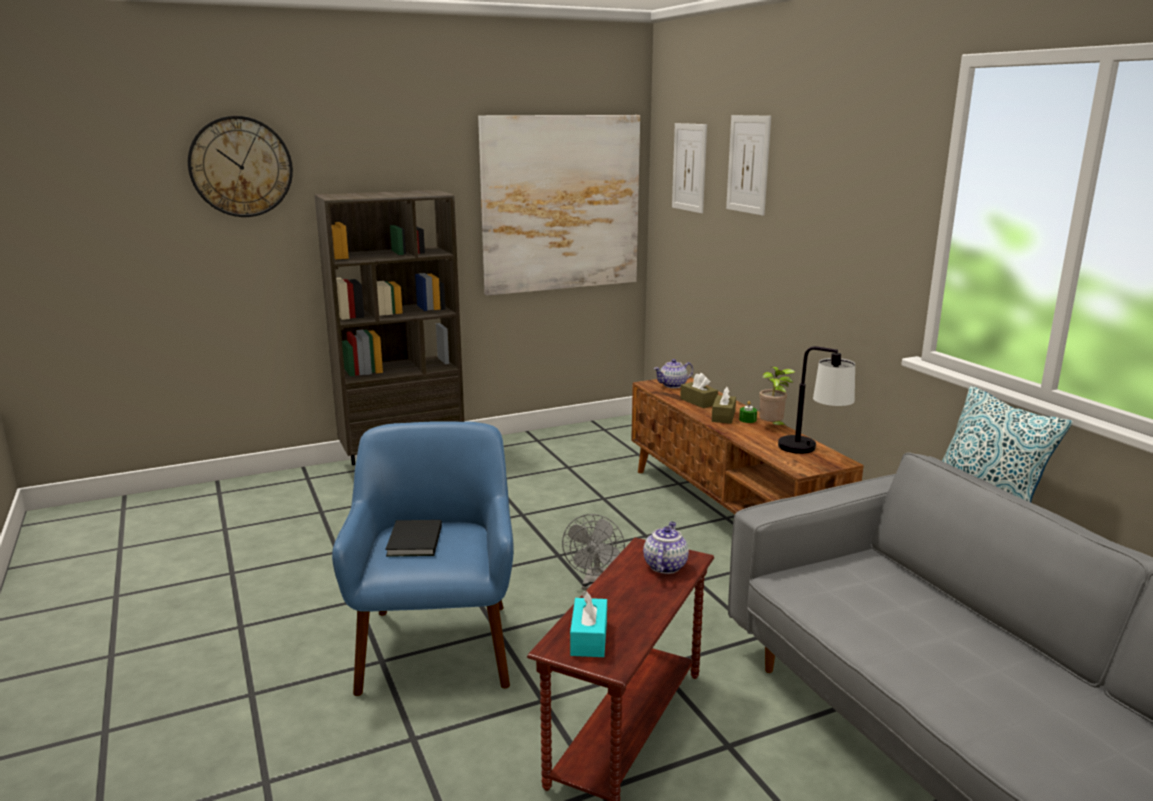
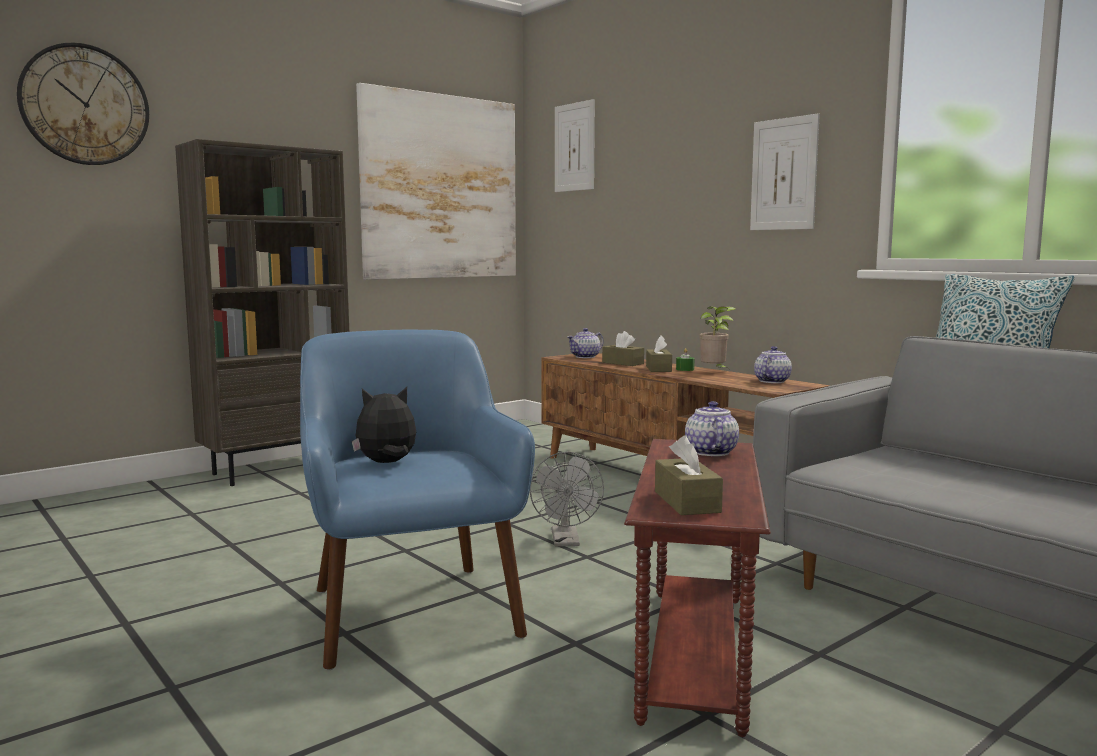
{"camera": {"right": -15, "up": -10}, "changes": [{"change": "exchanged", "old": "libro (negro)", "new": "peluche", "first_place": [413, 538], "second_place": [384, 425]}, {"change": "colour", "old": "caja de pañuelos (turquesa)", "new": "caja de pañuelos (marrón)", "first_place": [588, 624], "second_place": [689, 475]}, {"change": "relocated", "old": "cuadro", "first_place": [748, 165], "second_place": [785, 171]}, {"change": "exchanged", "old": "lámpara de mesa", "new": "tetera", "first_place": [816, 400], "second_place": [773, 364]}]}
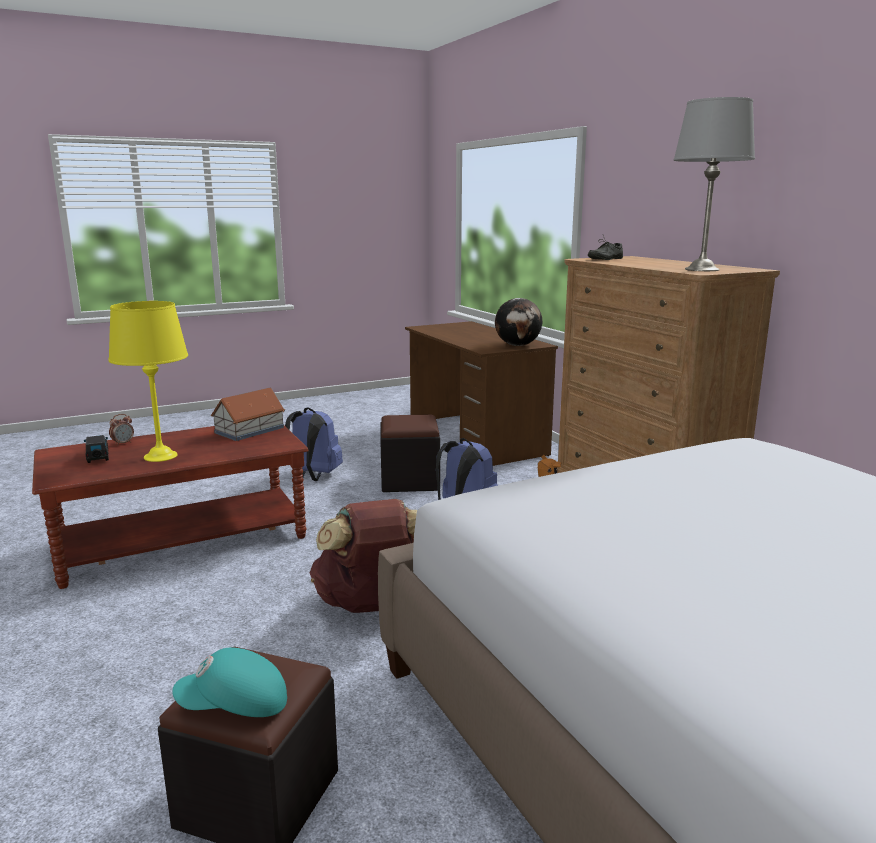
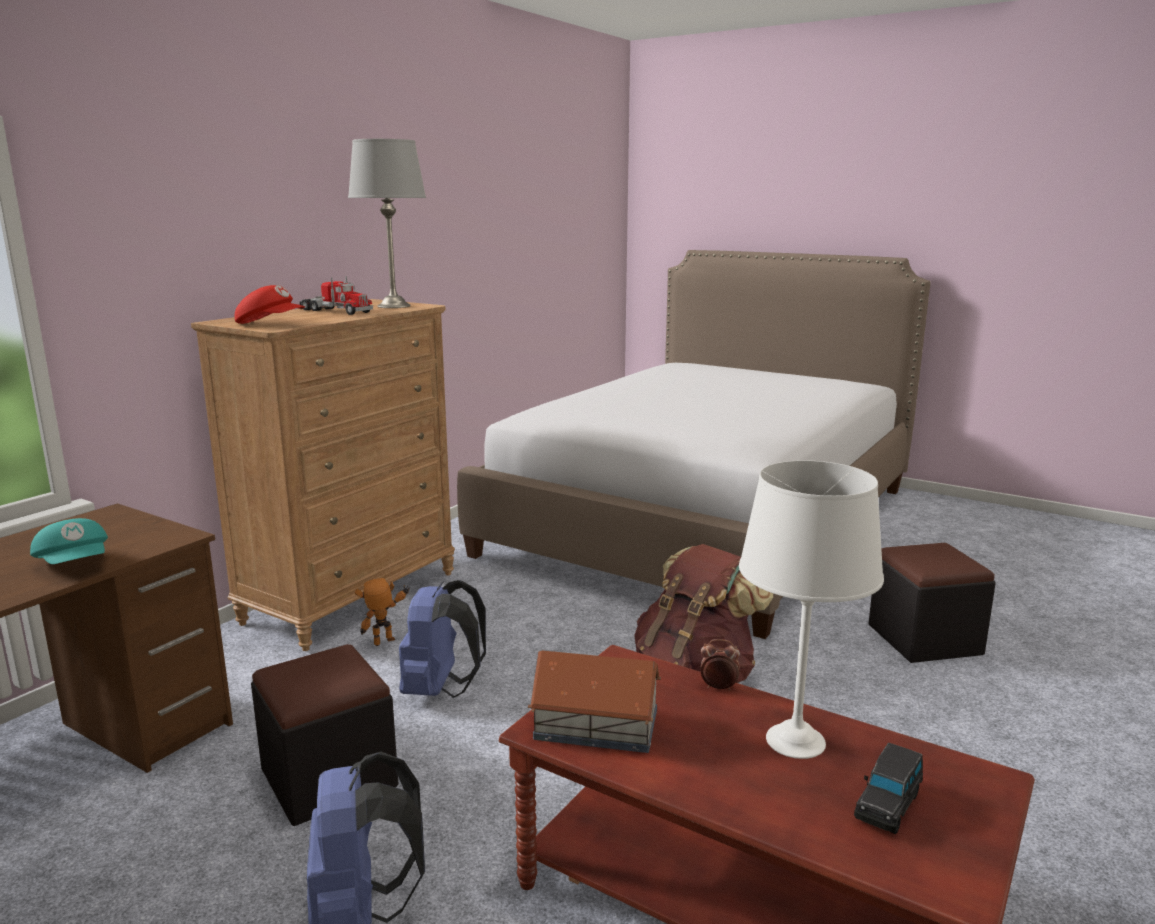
{"camera": {"right": -120, "up": 0}, "changes": [{"change": "colour", "old": "lámpara de mesa (amarillo)", "new": "lámpara de mesa (blanco)", "first_place": [148, 381], "second_place": [811, 609]}, {"change": "relocated", "old": "despertador", "first_place": [121, 430], "second_place": [720, 665]}, {"change": "relocated", "old": "gorra (turquesa)", "first_place": [229, 682], "second_place": [69, 541]}, {"change": "missing", "old": "globo terráqueo", "first_place": [519, 322]}, {"change": "exchanged", "old": "zapato (gris)", "new": "gorra (rojo)", "first_place": [605, 247], "second_place": [270, 304]}, {"change": "appeared", "new": "camión de juguete", "second_place": [336, 295]}]}
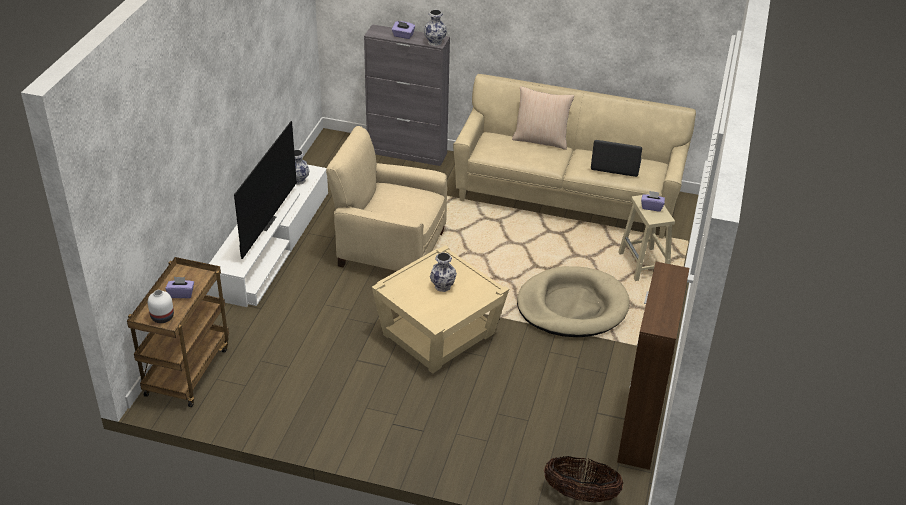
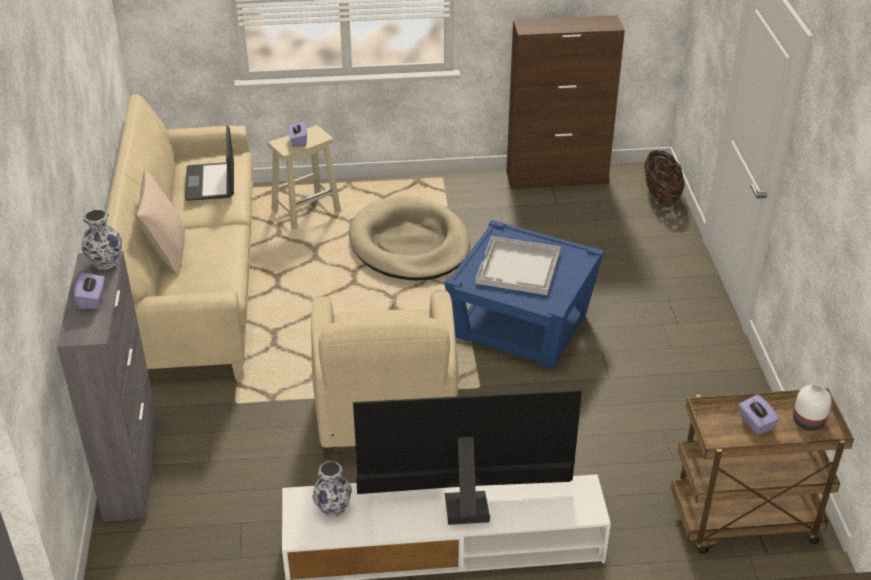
{"camera": {"right": -110, "up": 0}, "changes": [{"change": "colour", "old": "mesa auxiliar (beis)", "new": "mesa auxiliar (azul)", "first_place": [440, 309], "second_place": [524, 294]}, {"change": "exchanged", "old": "florero", "new": "bandeja (blanco)", "first_place": [443, 272], "second_place": [518, 265]}]}
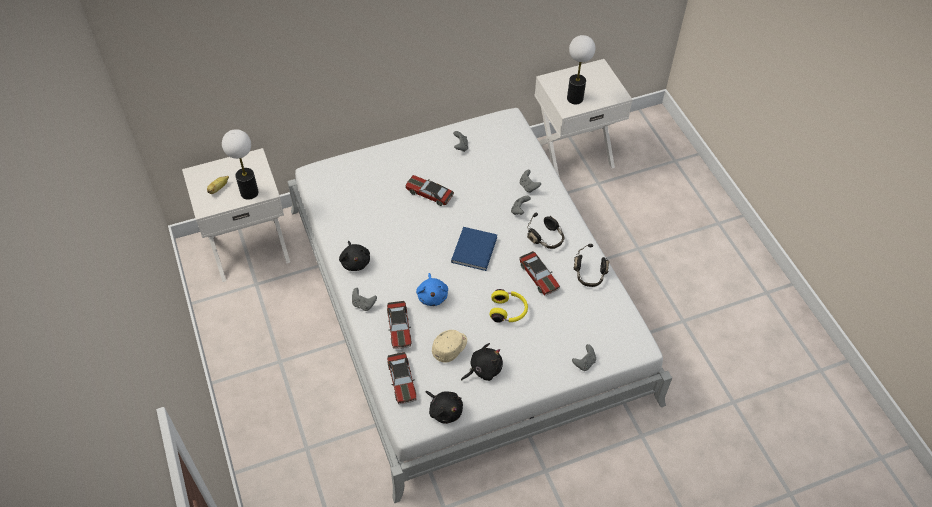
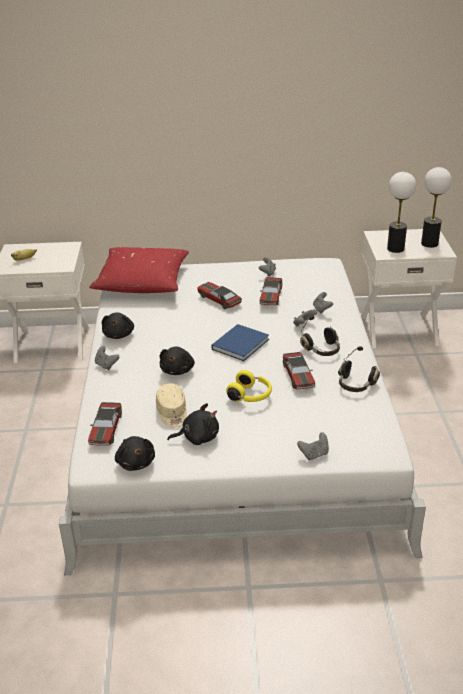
{"camera": {"right": 20, "up": -20}, "changes": [{"change": "relocated", "old": "lámpara de mesa", "first_place": [240, 164], "second_place": [436, 207]}, {"change": "relocated", "old": "coche de juguete", "first_place": [399, 325], "second_place": [271, 291]}, {"change": "colour", "old": "peluche (azul)", "new": "peluche (negro)", "first_place": [432, 289], "second_place": [177, 361]}, {"change": "spun", "old": "gorra (beis)", "first_place": [449, 346], "second_place": [171, 405], "degrees": 105}, {"change": "appeared", "new": "cojín (rojo)", "second_place": [139, 270]}]}
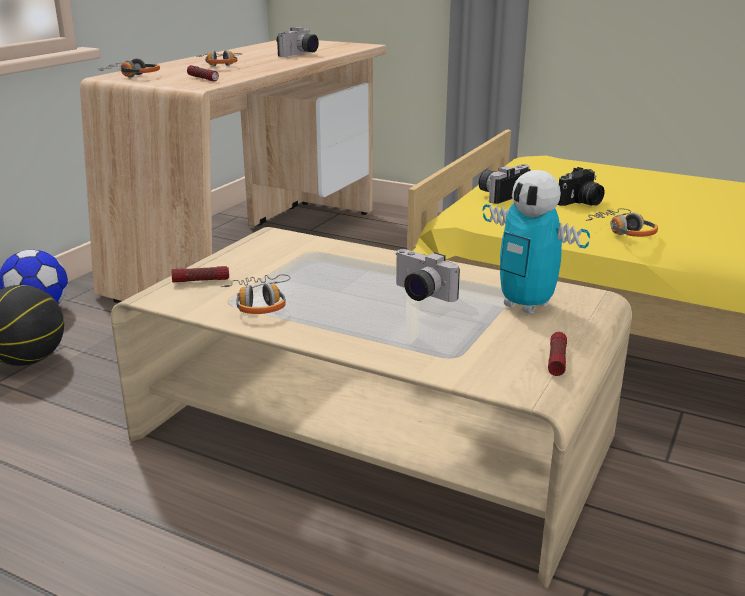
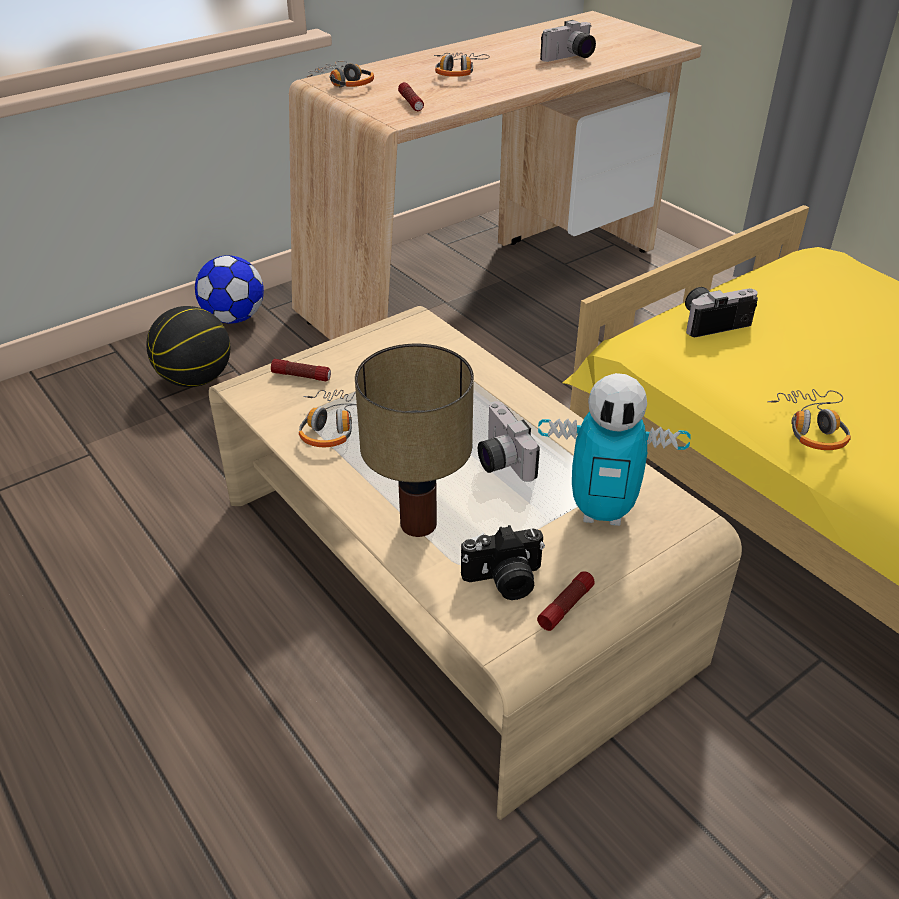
{"camera": {"right": 25, "up": 15}, "changes": [{"change": "spun", "old": "robot de juguete", "first_place": [536, 242], "second_place": [614, 449], "degrees": -60}, {"change": "relocated", "old": "cámara", "first_place": [581, 186], "second_place": [503, 562]}, {"change": "appeared", "new": "lámpara de mesa", "second_place": [414, 440]}]}
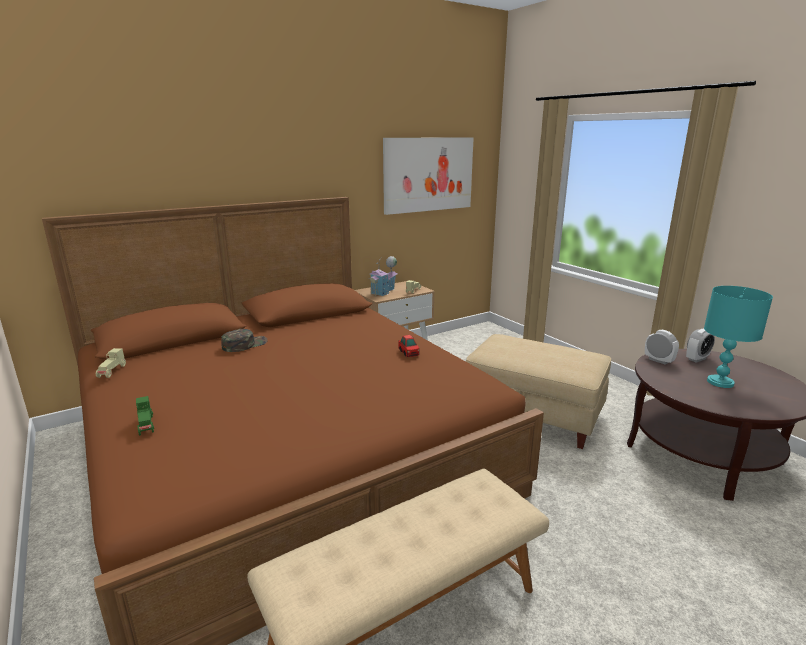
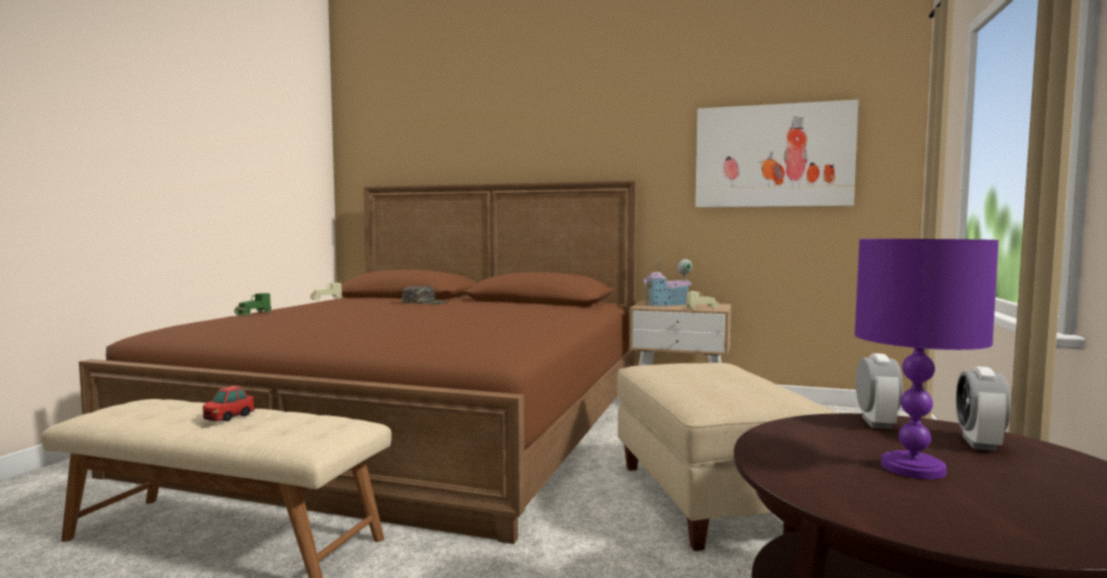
{"camera": {"right": 50, "up": -15}, "changes": [{"change": "relocated", "old": "coche de juguete", "first_place": [408, 346], "second_place": [228, 403]}, {"change": "spun", "old": "despertador", "first_place": [700, 345], "second_place": [983, 408], "degrees": 90}, {"change": "colour", "old": "lámpara de mesa (turquesa)", "new": "lámpara de mesa (morado)", "first_place": [738, 337], "second_place": [926, 359]}]}
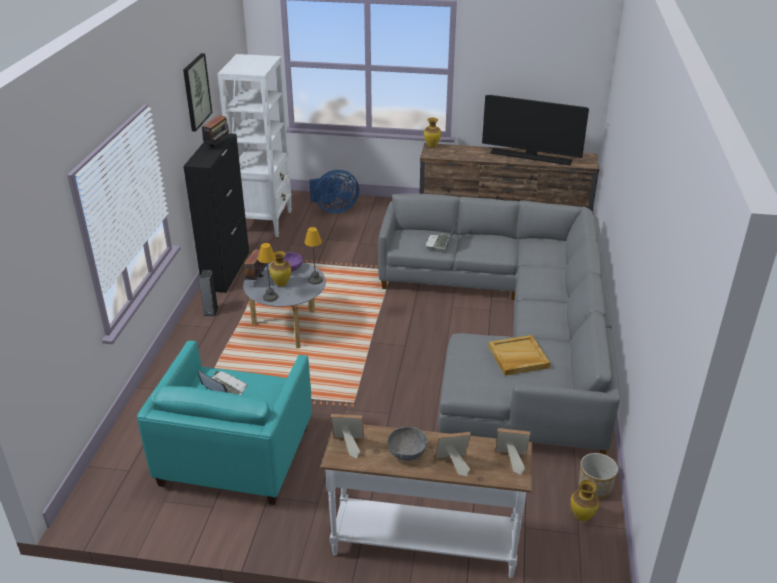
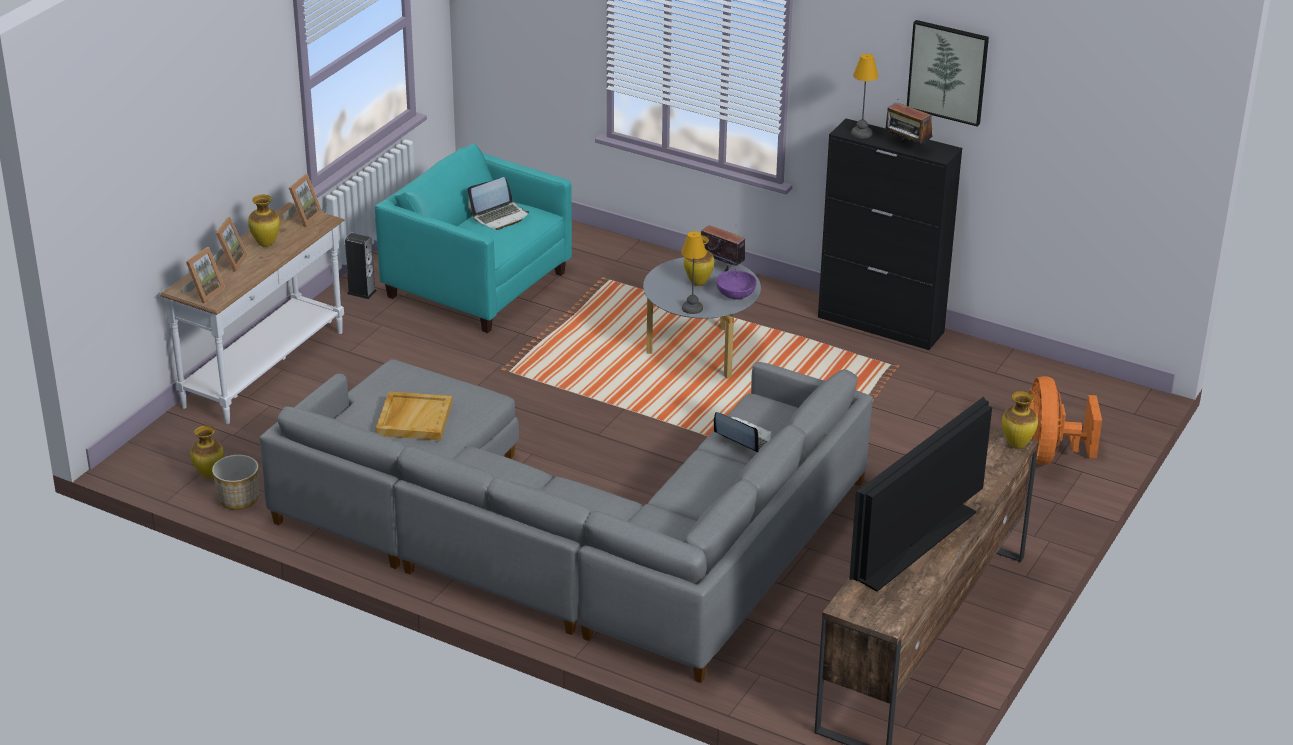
{"camera": {"right": 110, "up": 0}, "changes": [{"change": "relocated", "old": "altavoz", "first_place": [208, 293], "second_place": [361, 266]}, {"change": "missing", "old": "estantería (blanco)", "first_place": [254, 145]}, {"change": "relocated", "old": "lámpara de mesa", "first_place": [268, 272], "second_place": [864, 96]}, {"change": "colour", "old": "ventilador (azul)", "new": "ventilador (naranja)", "first_place": [334, 191], "second_place": [1065, 420]}, {"change": "exchanged", "old": "cuenco (gris)", "new": "florero", "first_place": [407, 444], "second_place": [264, 221]}]}
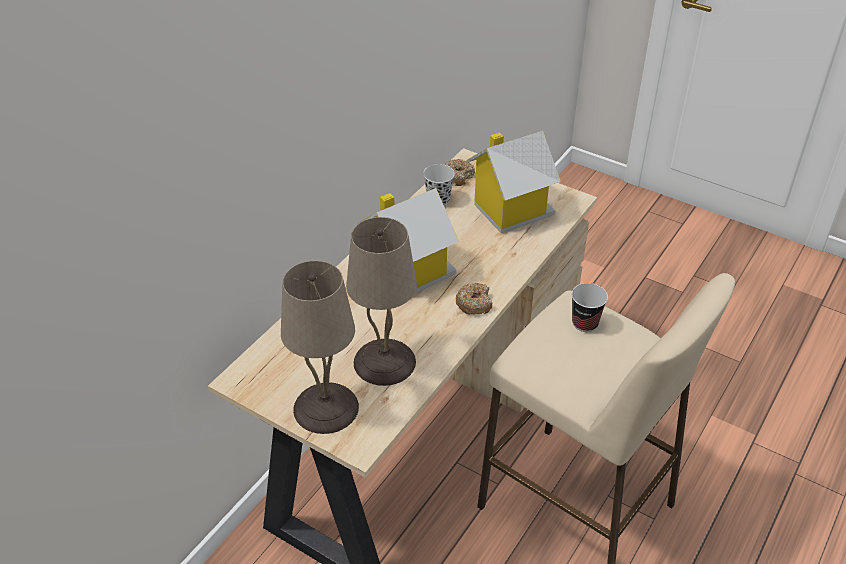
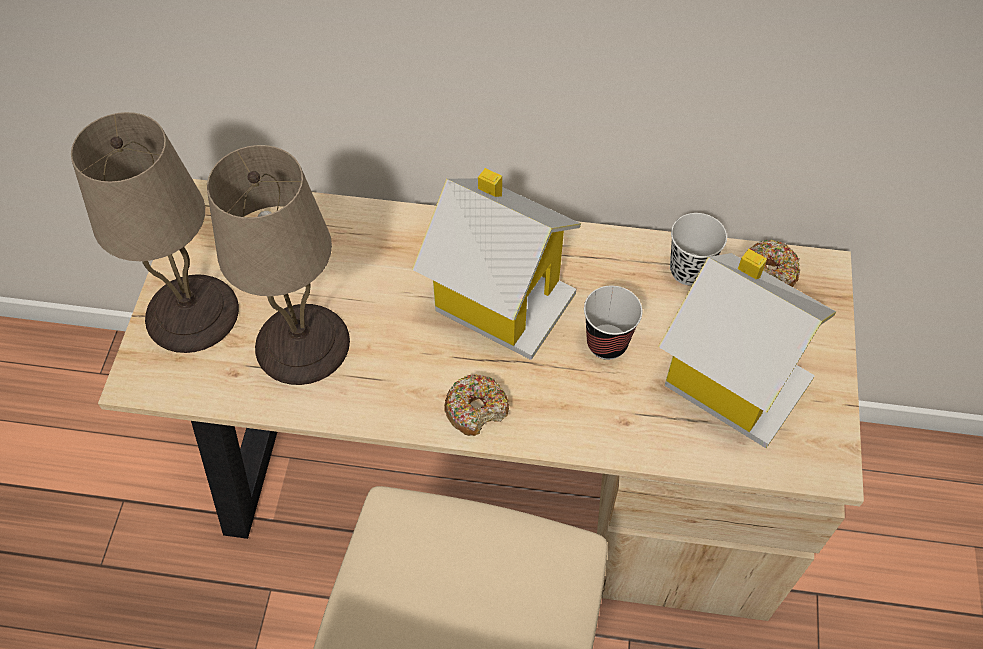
{"camera": {"right": 65, "up": 15}, "changes": [{"change": "relocated", "old": "taza", "first_place": [590, 307], "second_place": [613, 323]}]}
